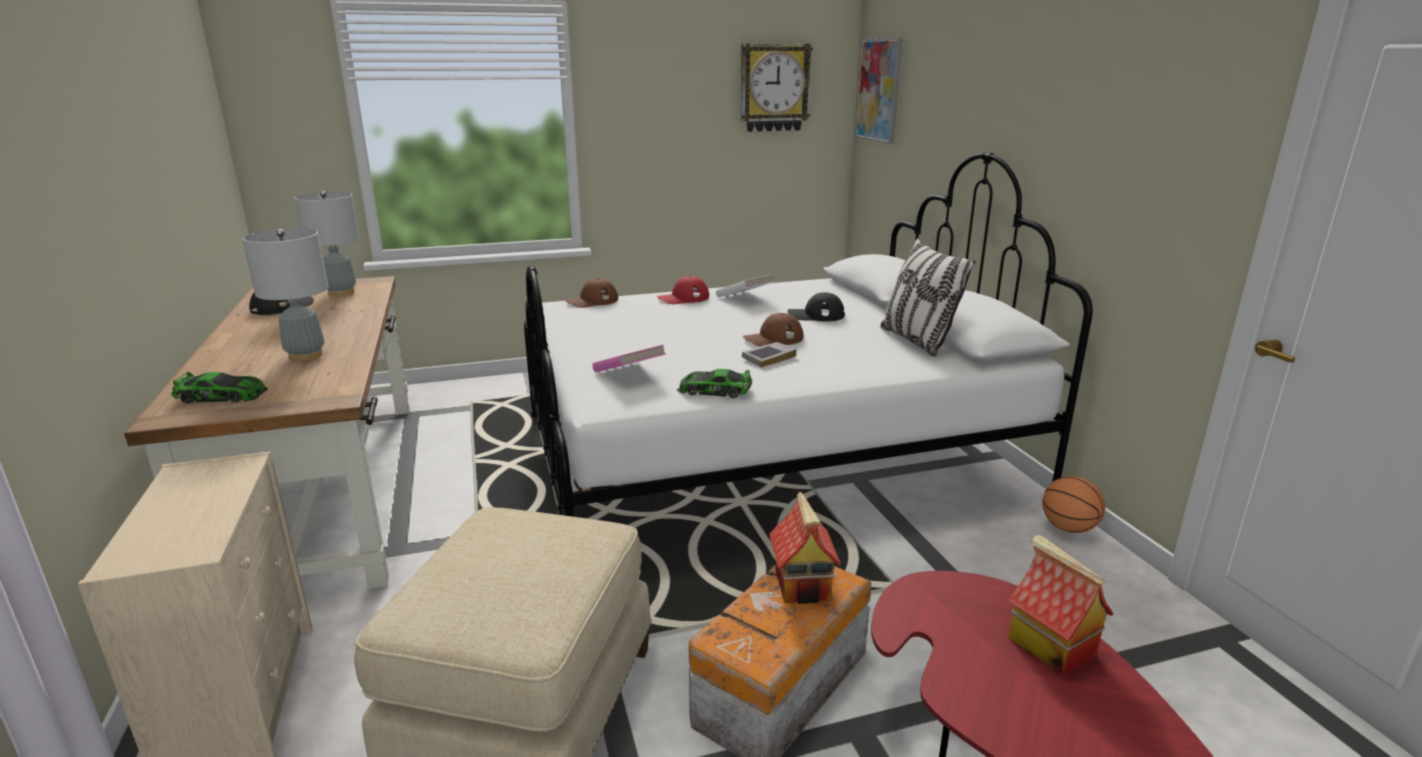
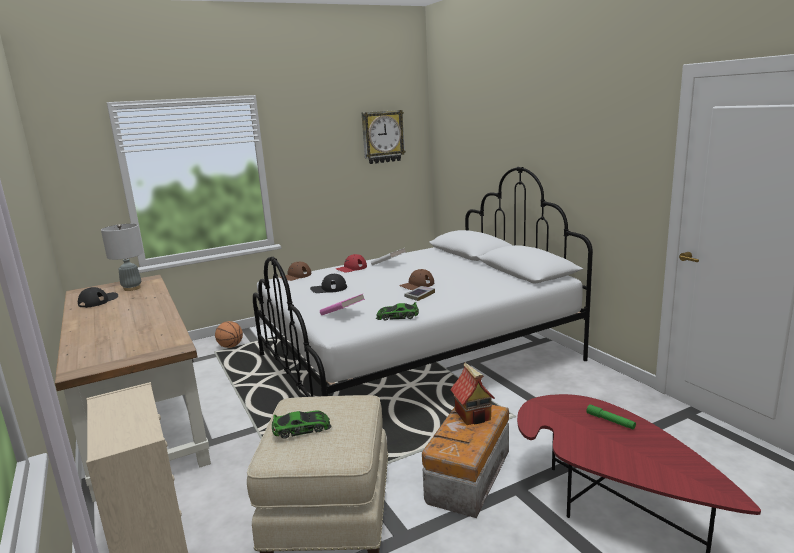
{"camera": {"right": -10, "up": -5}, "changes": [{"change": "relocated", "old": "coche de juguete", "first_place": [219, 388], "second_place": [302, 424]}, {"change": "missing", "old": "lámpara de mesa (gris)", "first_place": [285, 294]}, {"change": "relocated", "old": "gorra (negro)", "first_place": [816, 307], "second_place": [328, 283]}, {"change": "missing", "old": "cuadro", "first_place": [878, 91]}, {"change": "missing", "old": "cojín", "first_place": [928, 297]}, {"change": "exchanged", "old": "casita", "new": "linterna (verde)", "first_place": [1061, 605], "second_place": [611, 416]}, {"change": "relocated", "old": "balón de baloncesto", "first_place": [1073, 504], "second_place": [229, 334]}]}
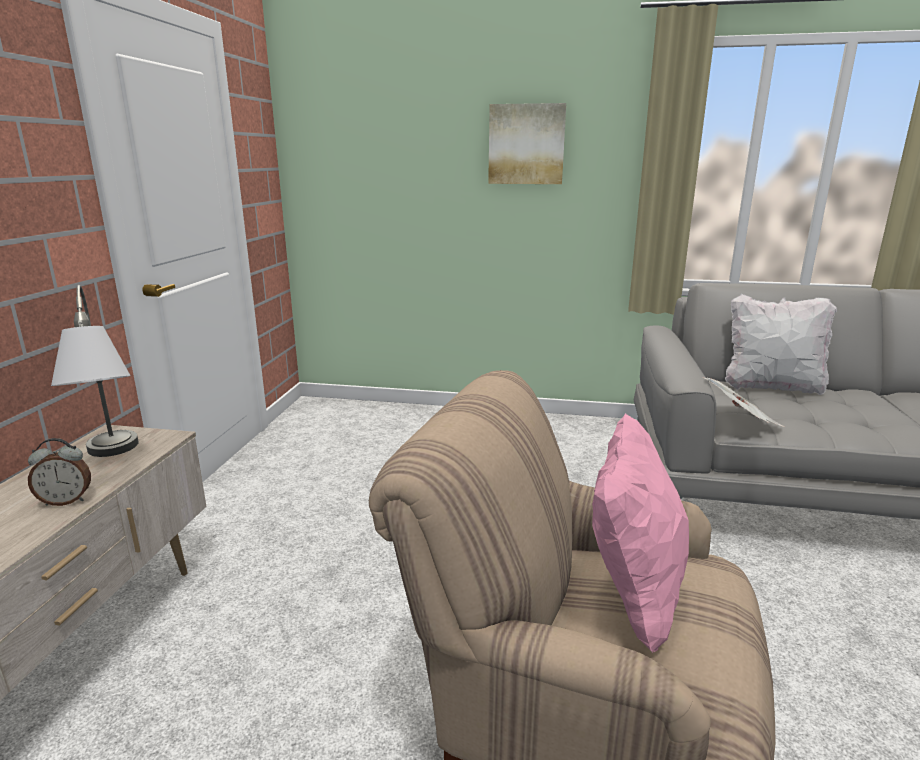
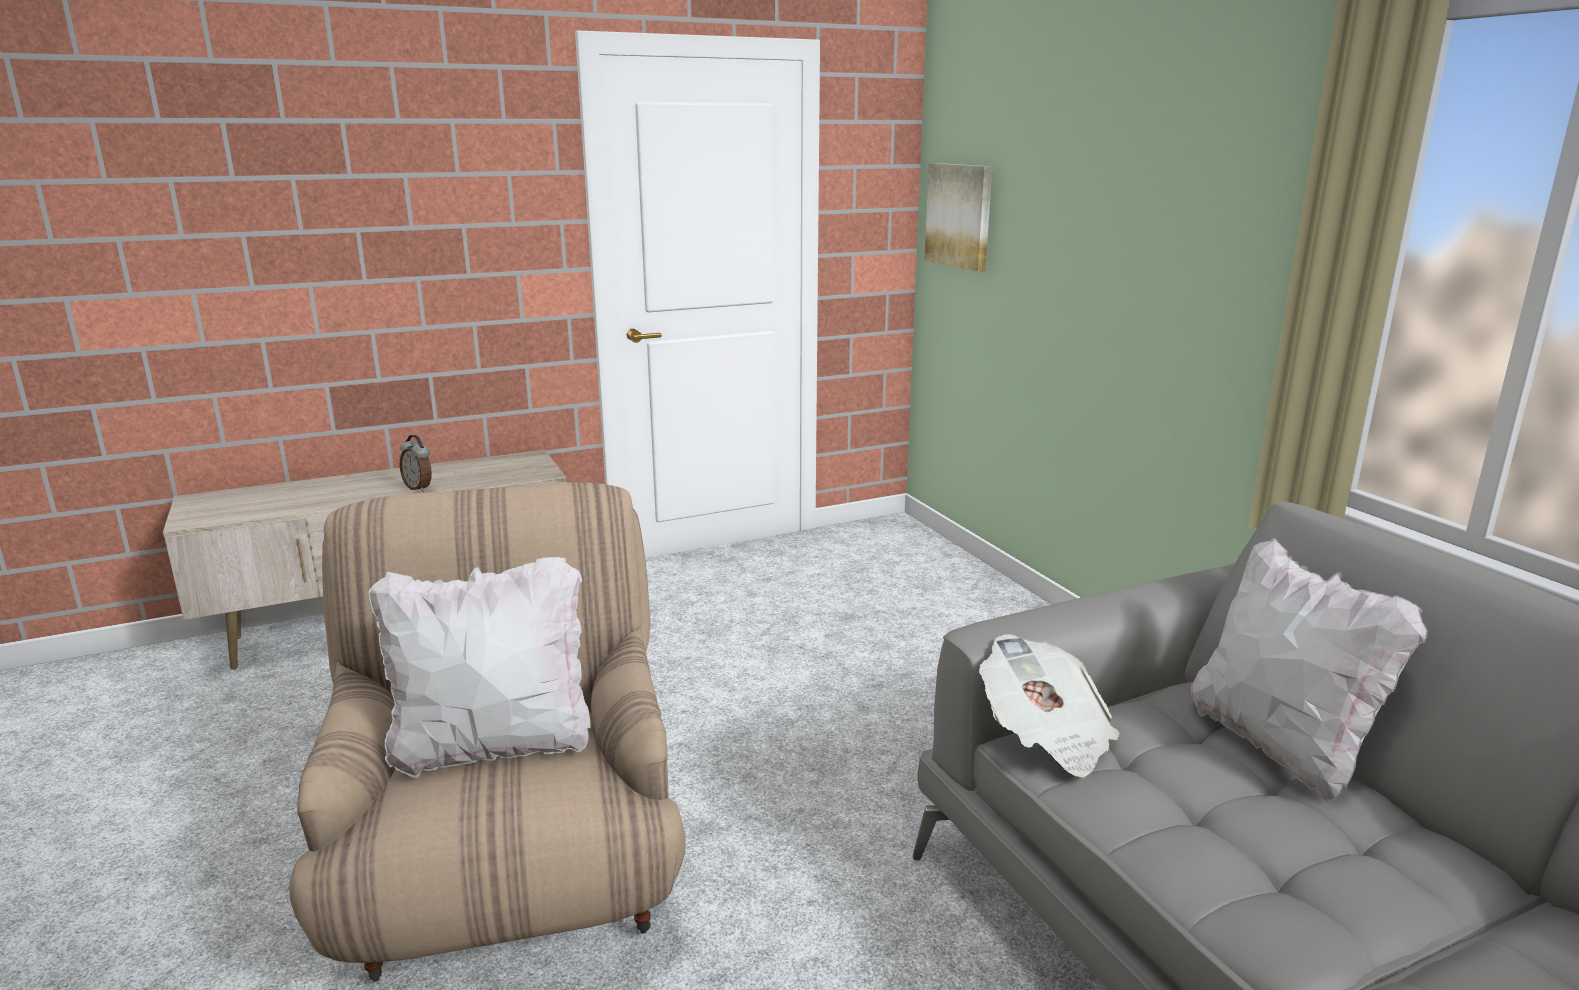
{"camera": {"right": 55, "up": 0}, "changes": [{"change": "missing", "old": "lámpara de mesa (gris)", "first_place": [95, 371]}, {"change": "relocated", "old": "cuadro", "first_place": [527, 143], "second_place": [958, 217]}, {"change": "colour", "old": "cojín (rosa)", "new": "cojín (blanco)", "first_place": [640, 533], "second_place": [479, 667]}]}
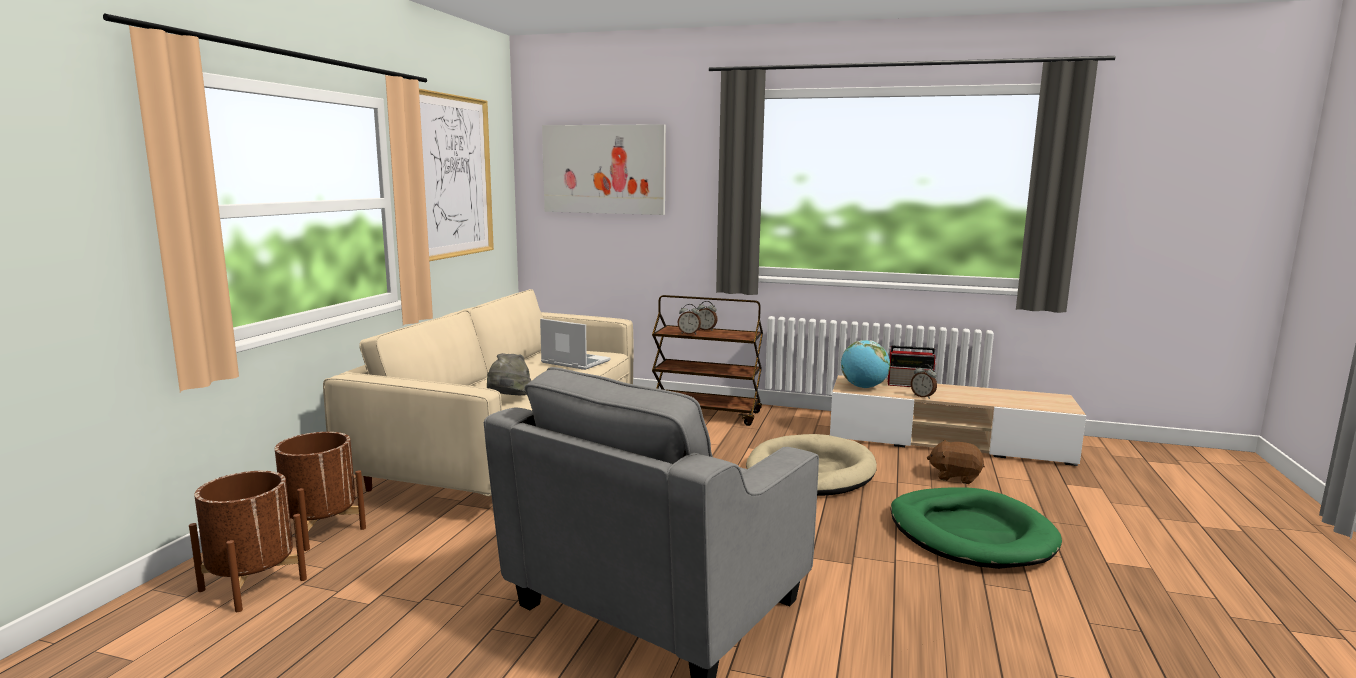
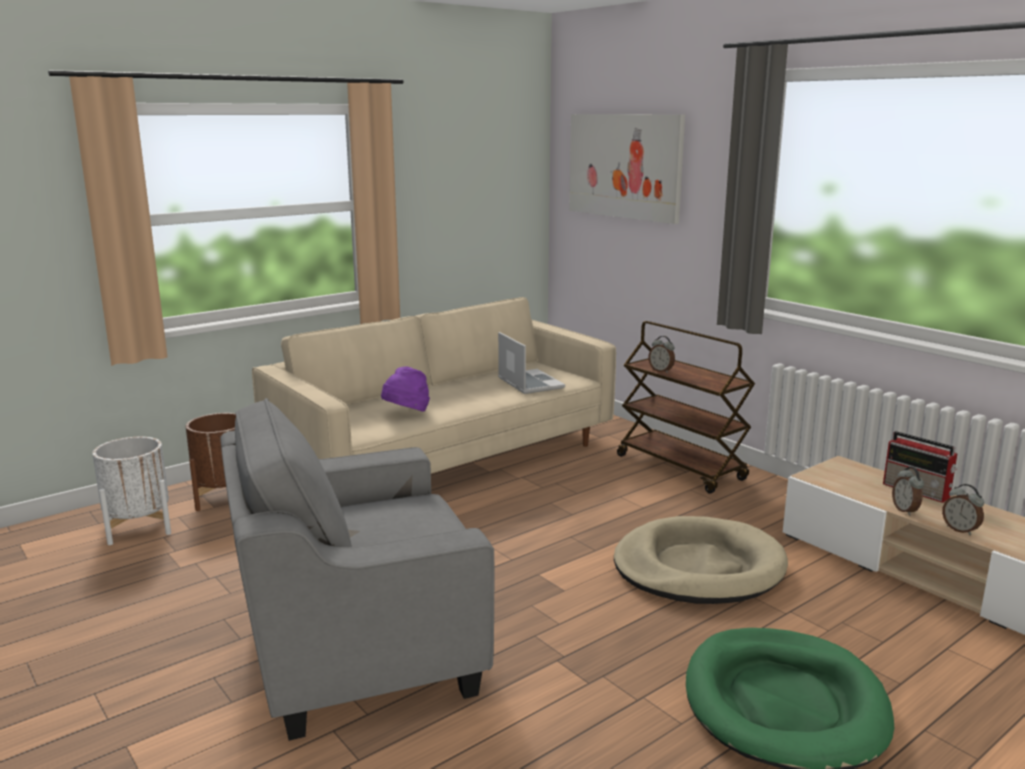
{"camera": {"right": 35, "up": 5}, "changes": [{"change": "colour", "old": "maceta (marrón)", "new": "maceta (blanco)", "first_place": [248, 541], "second_place": [131, 491]}, {"change": "missing", "old": "cuadro", "first_place": [456, 175]}, {"change": "colour", "old": "sombrero (gris)", "new": "sombrero (morado)", "first_place": [509, 374], "second_place": [405, 389]}, {"change": "relocated", "old": "despertador", "first_place": [707, 316], "second_place": [963, 509]}, {"change": "missing", "old": "globo terráqueo", "first_place": [865, 364]}, {"change": "missing", "old": "peluche (marrón)", "first_place": [956, 462]}]}
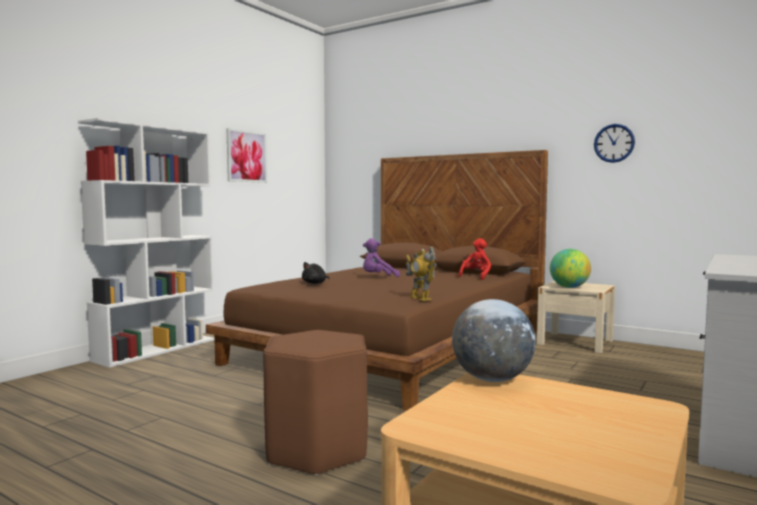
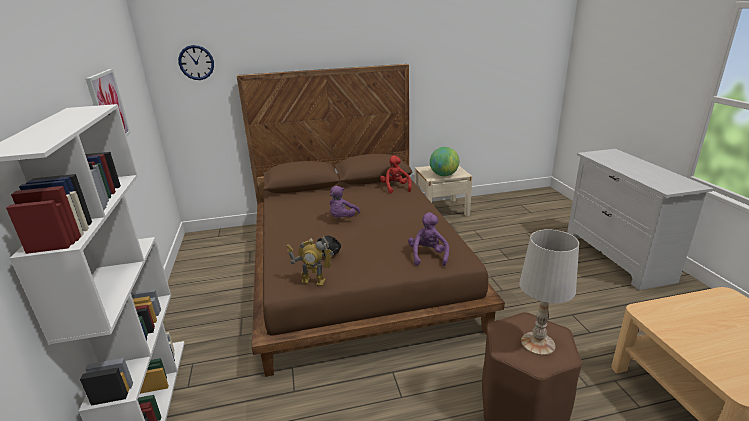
{"camera": {"right": -45, "up": 20}, "changes": [{"change": "relocated", "old": "robot de juguete", "first_place": [421, 273], "second_place": [310, 261]}, {"change": "missing", "old": "globo terráqueo", "first_place": [494, 340]}, {"change": "relocated", "old": "reloj de pared", "first_place": [614, 143], "second_place": [196, 62]}, {"change": "appeared", "new": "peluche (morado)", "second_place": [428, 239]}, {"change": "appeared", "new": "lámpara de mesa (blanco)", "second_place": [549, 292]}]}
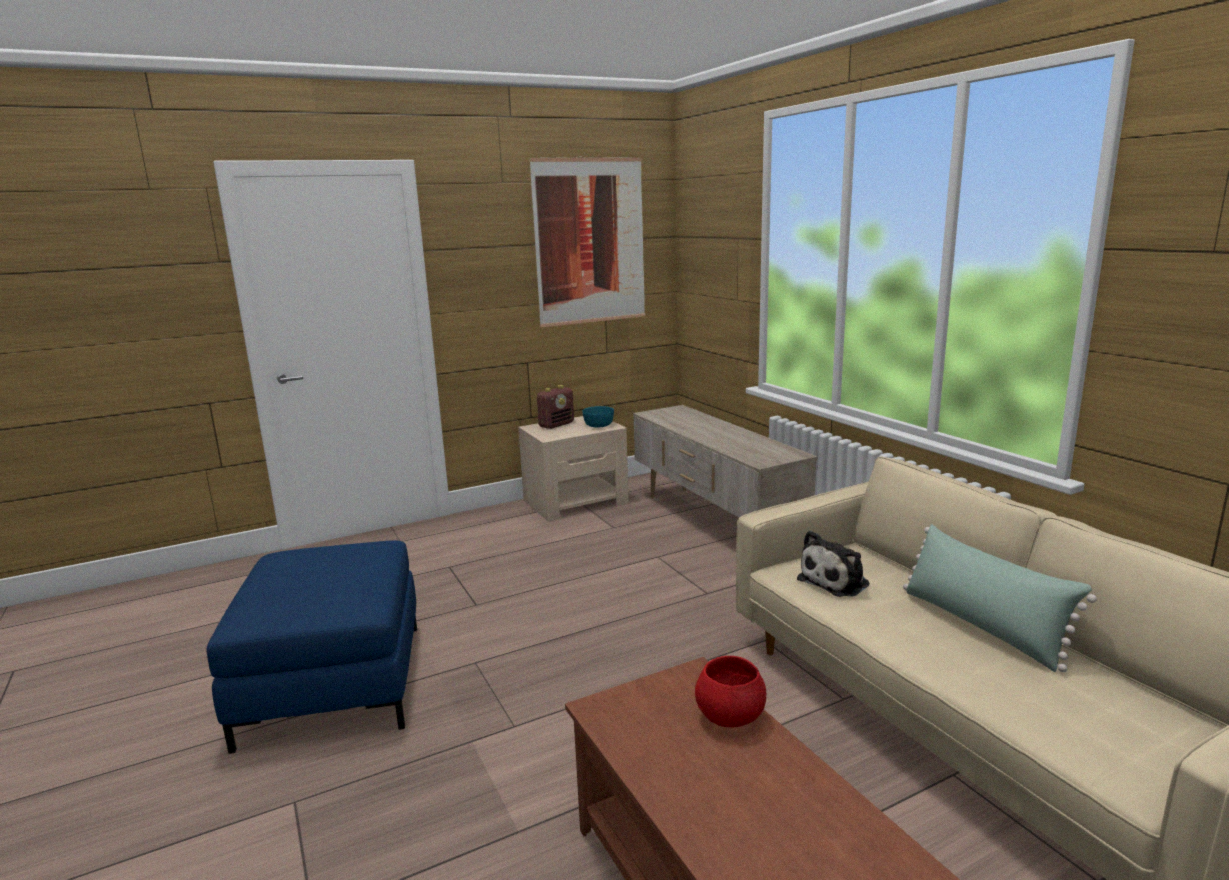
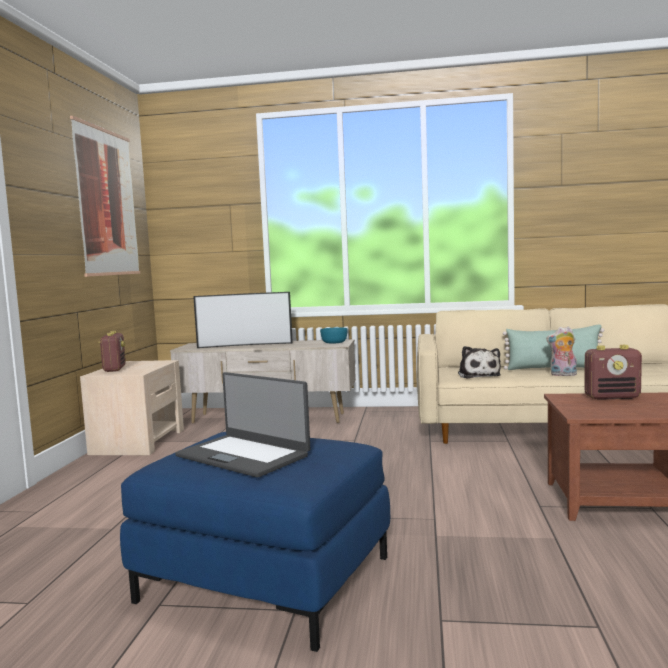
{"camera": {"right": -55, "up": -10}, "changes": [{"change": "relocated", "old": "cuenco (turquesa)", "first_place": [598, 417], "second_place": [334, 335]}, {"change": "exchanged", "old": "cuenco (rojo)", "new": "radio", "first_place": [730, 692], "second_place": [613, 372]}, {"change": "appeared", "new": "portátil", "second_place": [242, 425]}, {"change": "appeared", "new": "televisor", "second_place": [243, 320]}, {"change": "appeared", "new": "peluche", "second_place": [561, 352]}]}
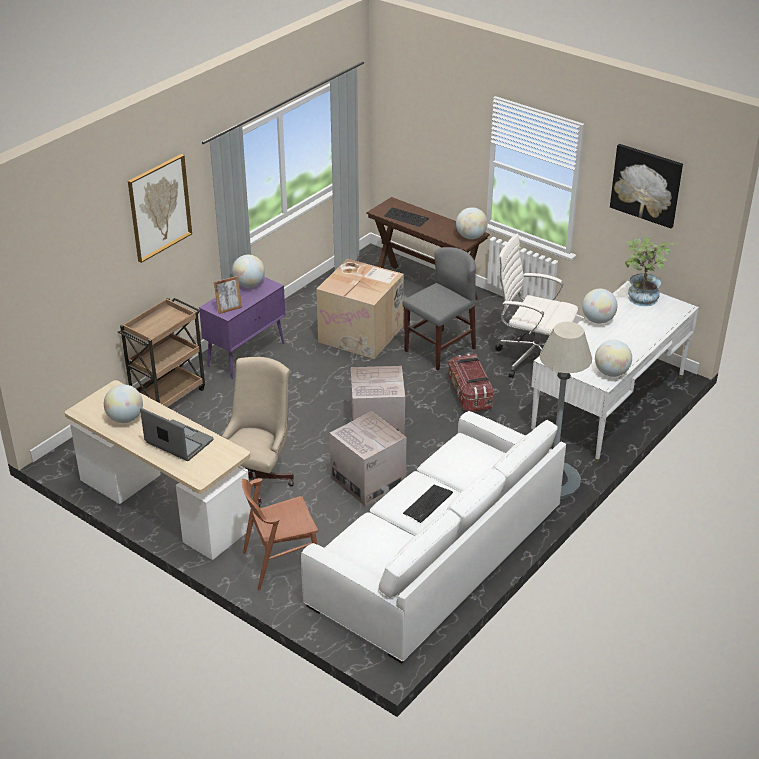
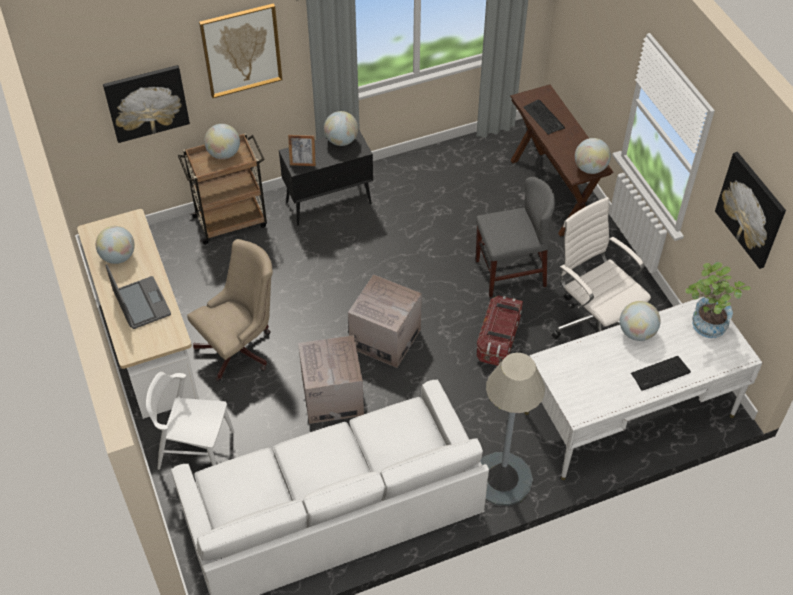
{"camera": {"right": 30, "up": 15}, "changes": [{"change": "colour", "old": "armario (morado)", "new": "armario (negro)", "first_place": [242, 328], "second_place": [326, 177]}, {"change": "colour", "old": "silla (marrón)", "new": "silla (blanco)", "first_place": [280, 534], "second_place": [190, 421]}, {"change": "missing", "old": "caja de cartón", "first_place": [360, 309]}, {"change": "relocated", "old": "teclado", "first_place": [428, 504], "second_place": [661, 373]}, {"change": "relocated", "old": "globo terráqueo", "first_place": [613, 358], "second_place": [222, 141]}, {"change": "appeared", "new": "cuadro", "second_place": [146, 104]}]}
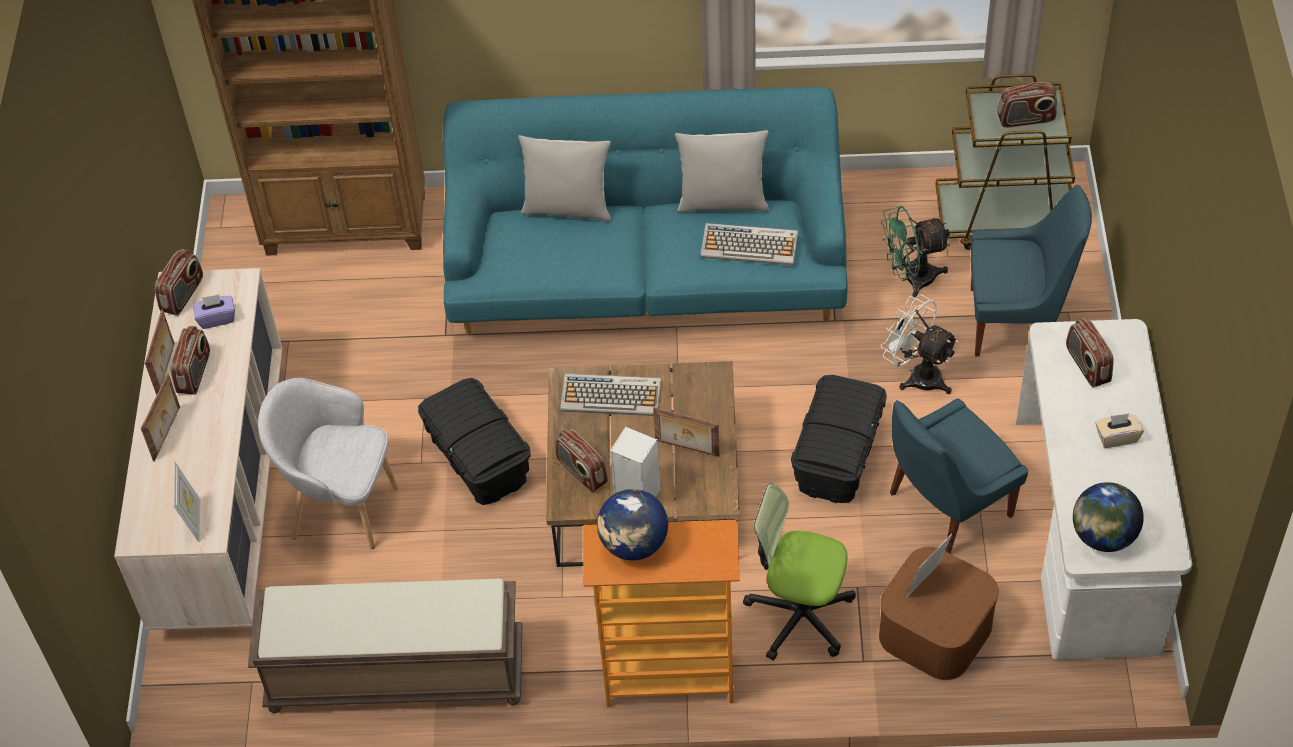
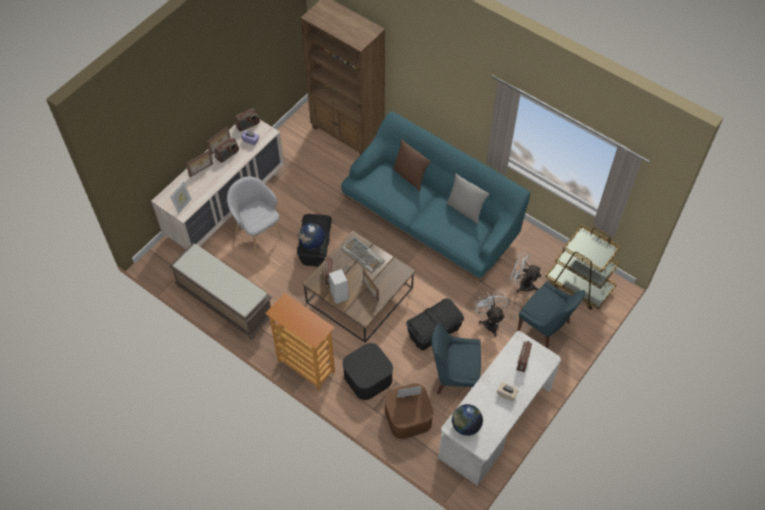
{"camera": {"right": 35, "up": 5}, "changes": [{"change": "colour", "old": "cojín (gris)", "new": "cojín (marrón)", "first_place": [564, 178], "second_place": [412, 165]}, {"change": "relocated", "old": "globo terráqueo", "first_place": [632, 525], "second_place": [312, 236]}, {"change": "missing", "old": "teclado", "first_place": [749, 244]}, {"change": "exchanged", "old": "silla de oficina", "new": "caja de almacenaje (negro)", "first_place": [799, 572], "second_place": [368, 371]}, {"change": "colour", "old": "ventilador (verde)", "new": "ventilador (blanco)", "first_place": [916, 252], "second_place": [526, 272]}, {"change": "missing", "old": "radio", "first_place": [1027, 105]}]}
